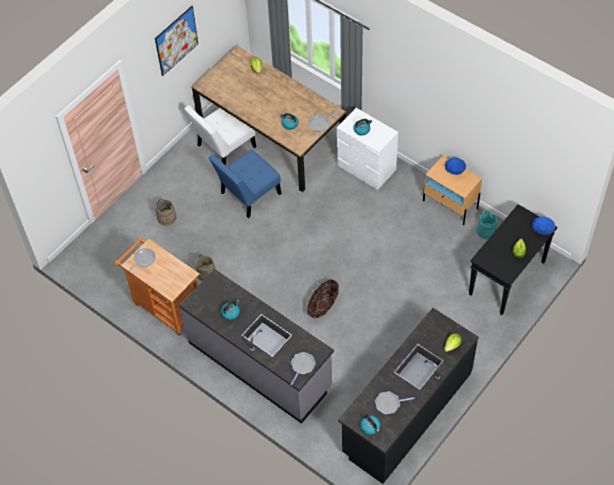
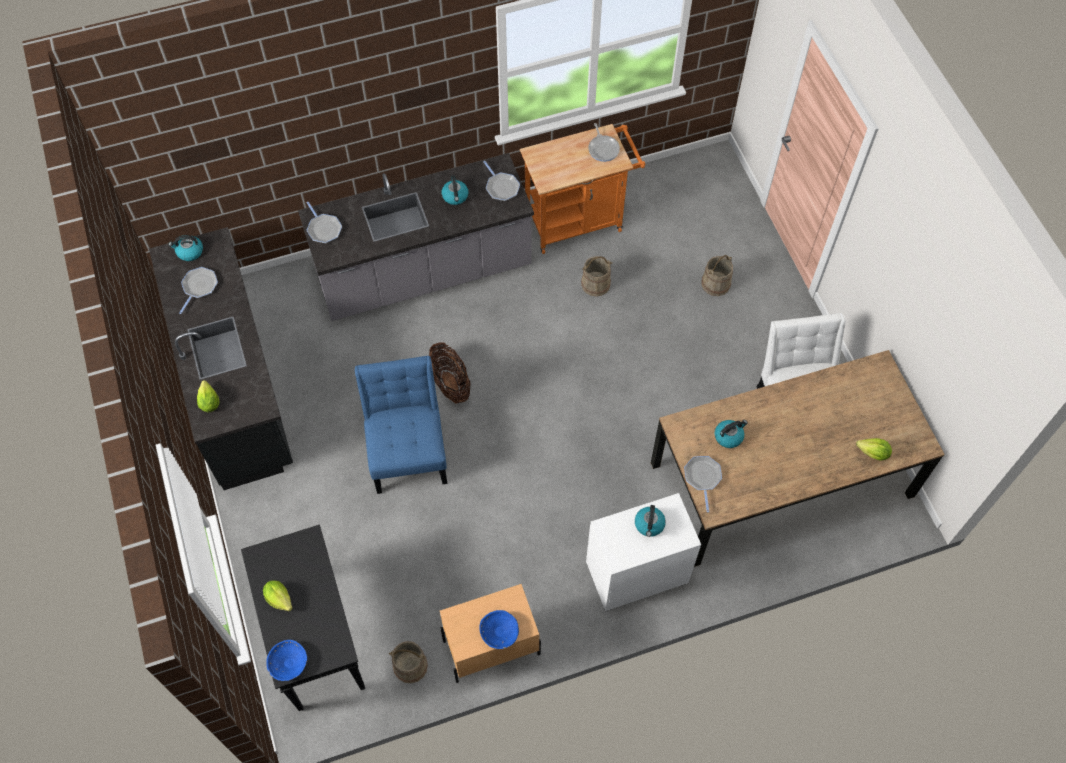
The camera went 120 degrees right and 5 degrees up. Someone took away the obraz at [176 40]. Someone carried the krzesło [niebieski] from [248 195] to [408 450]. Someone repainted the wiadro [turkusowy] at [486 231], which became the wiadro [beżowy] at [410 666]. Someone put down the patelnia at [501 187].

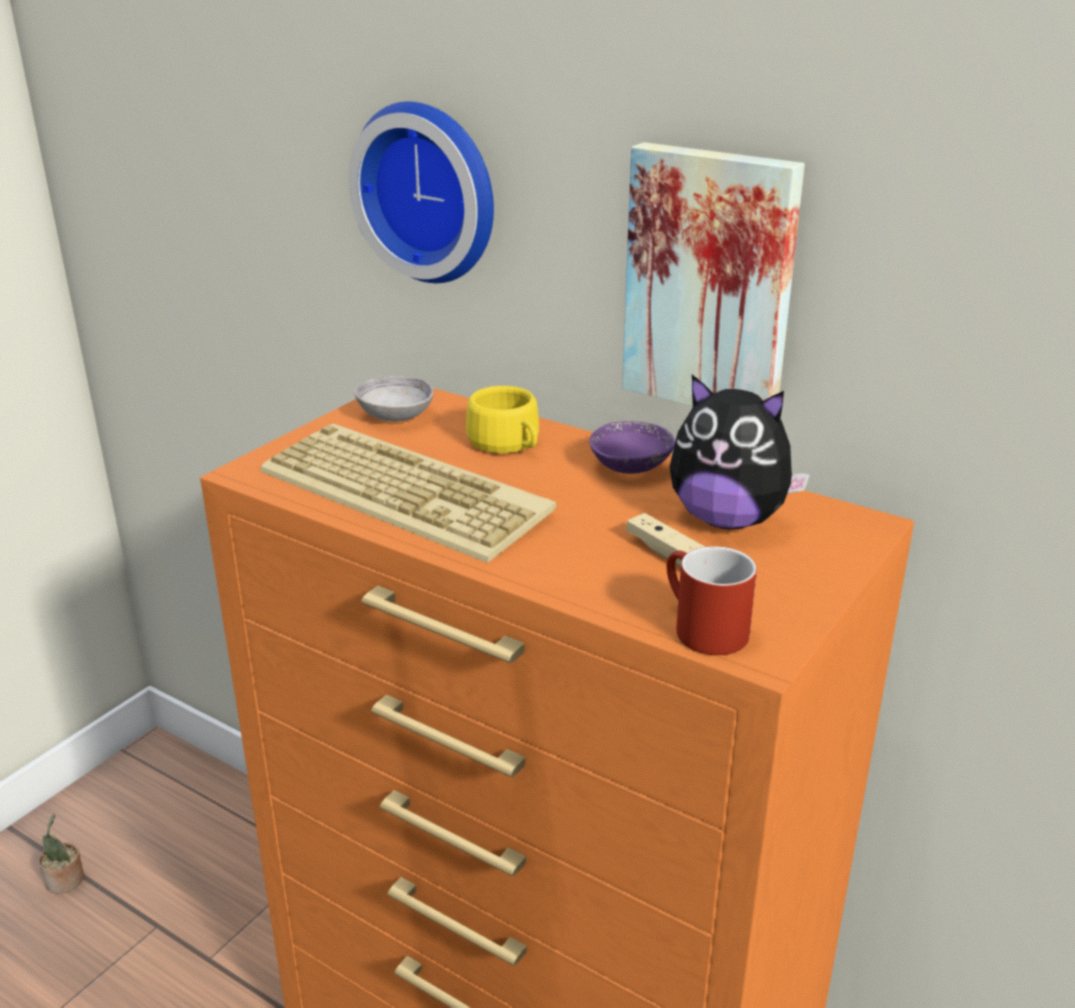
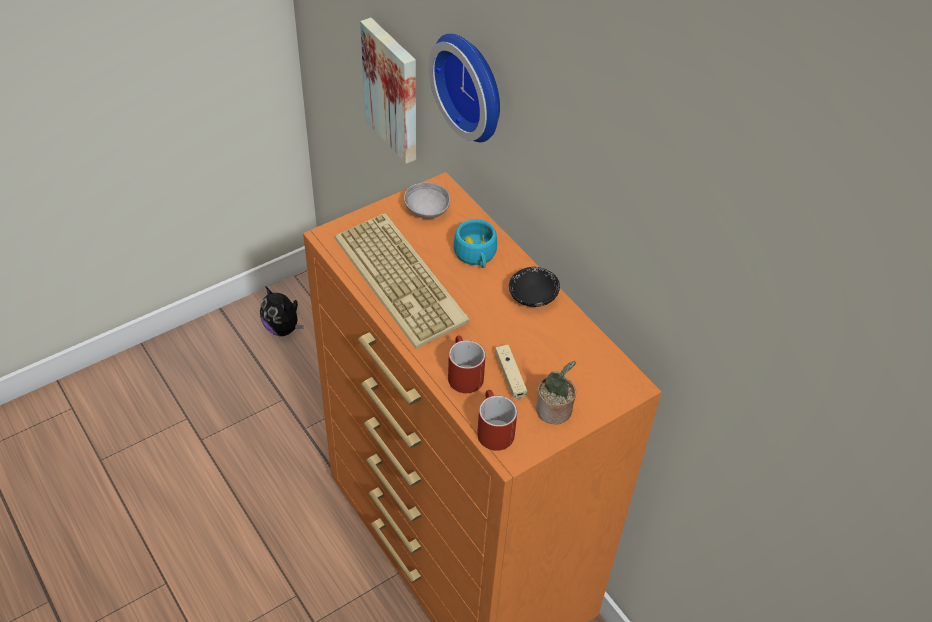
The camera went 20 degrees right and 20 degrees up. Someone carried the roślina doniczkowa from [66 881] to [554 411]. Someone repainted the filiżanka [żółty] at [508 444], which became the filiżanka [turkusowy] at [476 256]. Someone repainted the miska [fioletowy] at [630 467], which became the miska [czarny] at [533 297]. Someone carried the obraz from [711 281] to [394 90]. Someone carried the pluszak from [728 519] to [283 328]. Someone put down the kubek [czerwony] at [462 373].

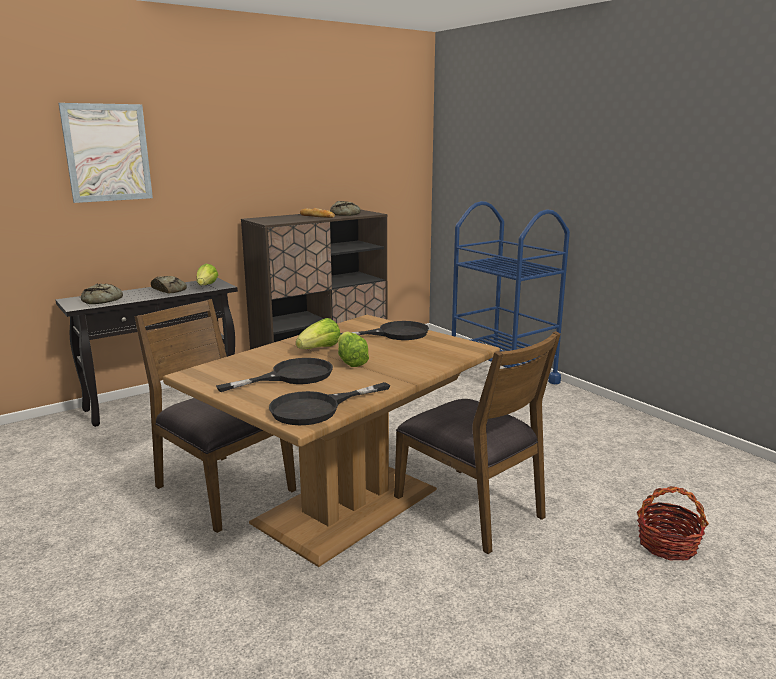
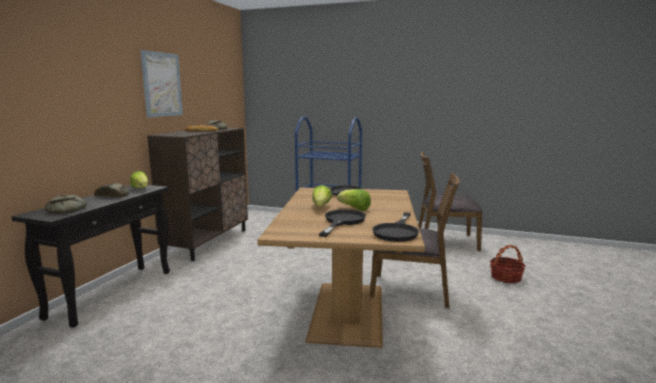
The camera went 35 degrees left and 5 degrees down. Someone carried the obraz from [107 153] to [162 84]. Someone carried the krzesło [brązowy] from [222 489] to [446 241].

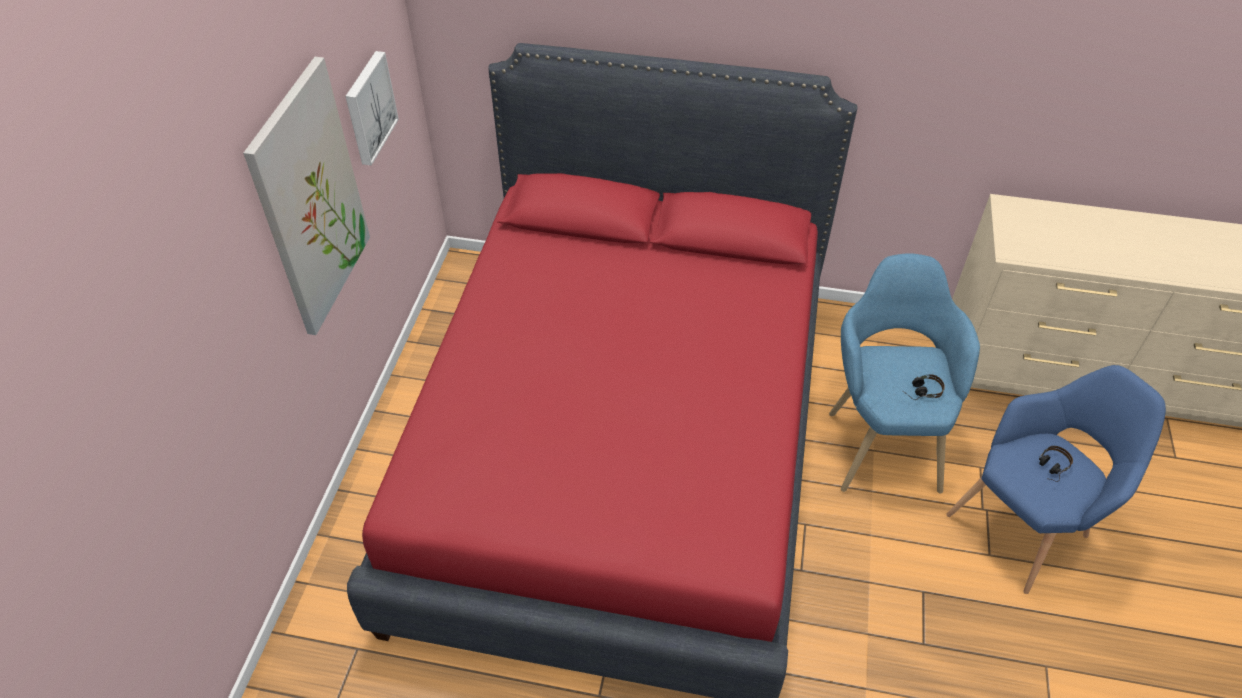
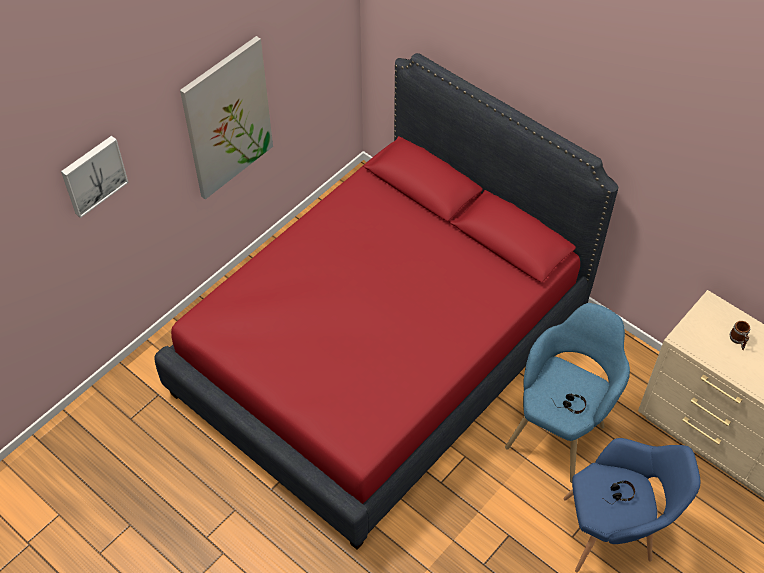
The camera went 30 degrees right and 5 degrees up. Someone carried the obraz from [368 107] to [93 175]. Someone put down the kubek at [738 340].

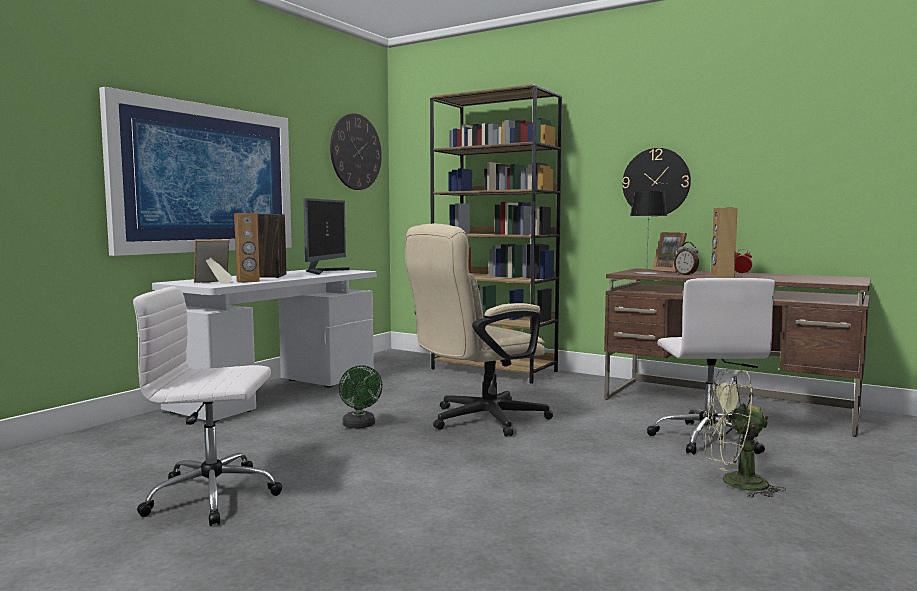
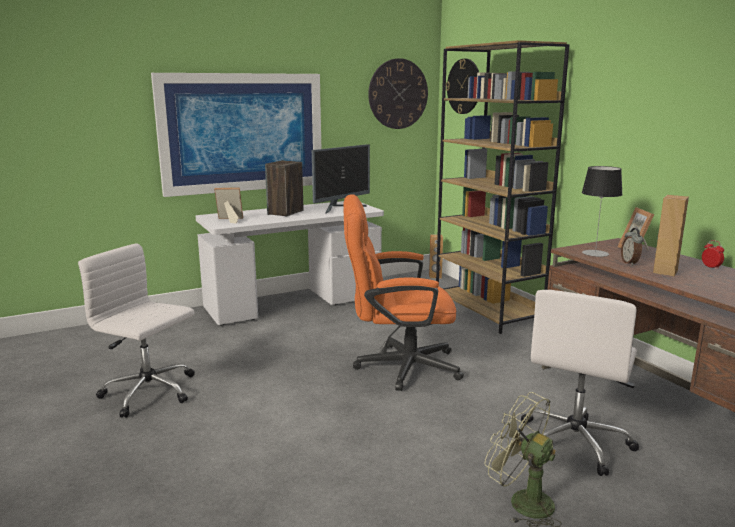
The camera went 30 degrees right and 10 degrees up. Someone carried the głośnik [brązowy] from [248 281] to [435 277]. Someone took away the wentylator [zielony] at [360 426]. Someone repainted the krzesło biurowe [beżowy] at [478 420], which became the krzesło biurowe [pomarańczowy] at [397 367]. Someone carried the zegar ścienny from [656 182] to [464 86].

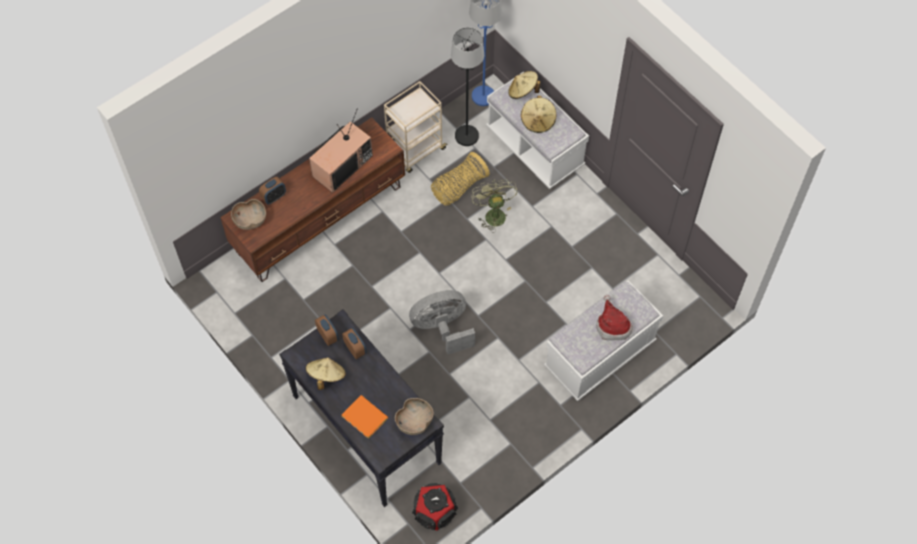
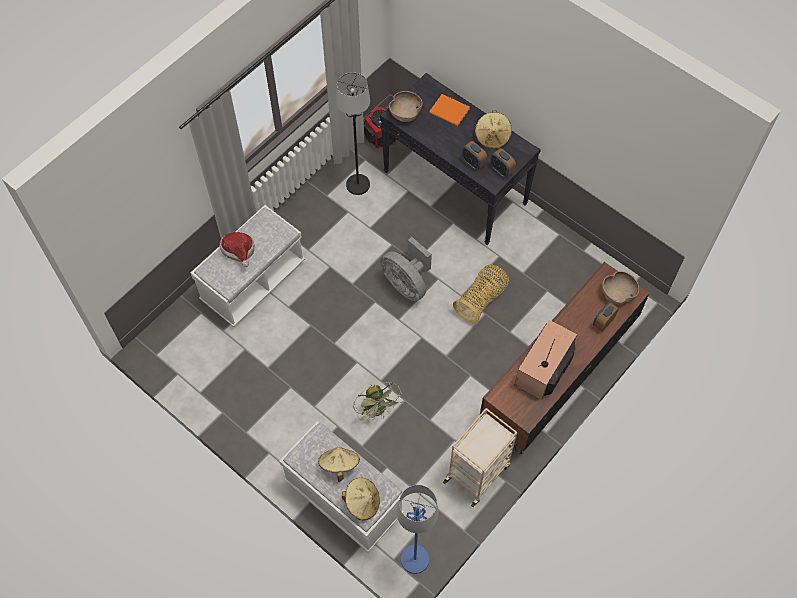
The camera went 170 degrees right and 0 degrees up. Someone rotated the wentylator [szary] at [442 328] by 75 degrees clockwise. Someone carried the koszyk from [458 188] to [481 299]. Someone carried the lampa stojąca [czarny] from [466 136] to [358 184].

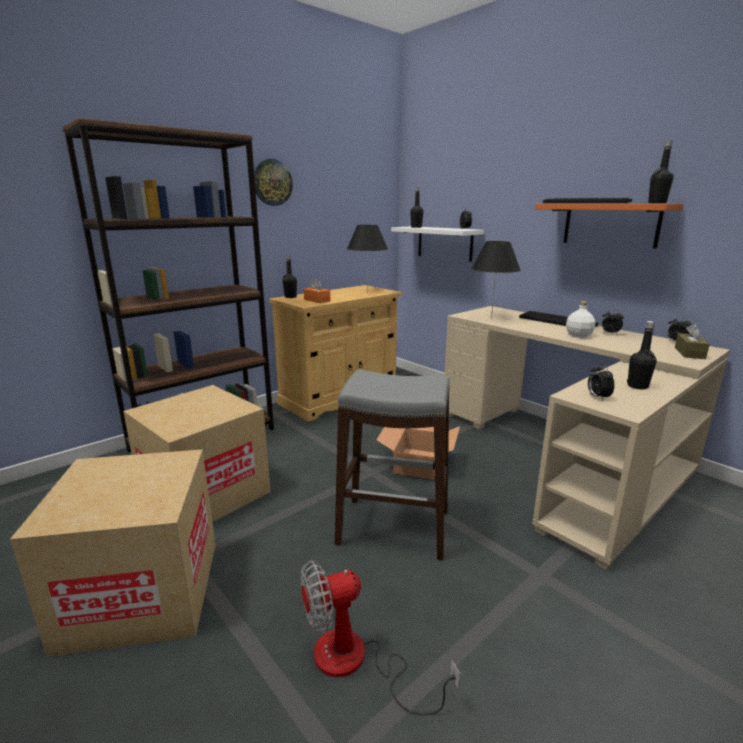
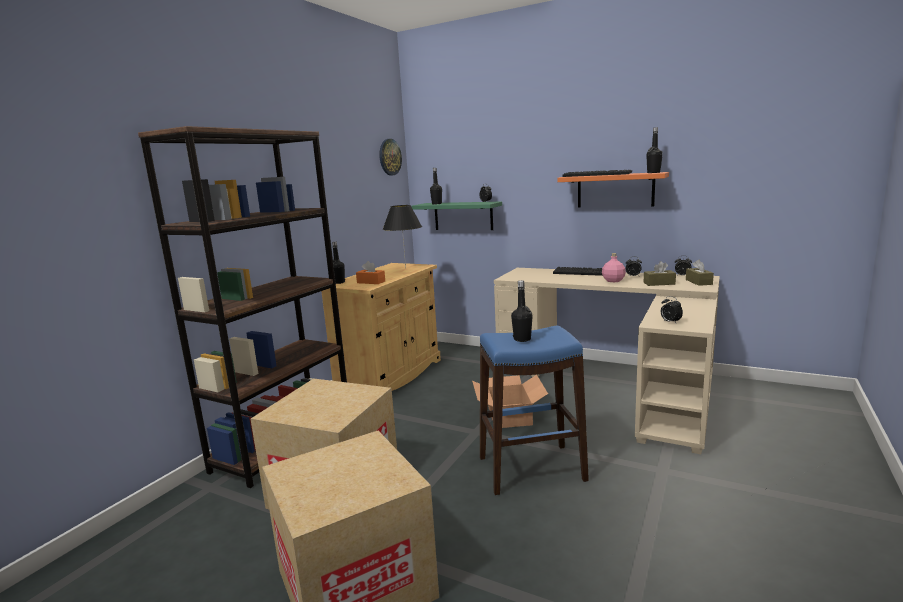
The camera went 20 degrees left and 5 degrees down. Someone carried the zegar ścienny from [272 182] to [389 157]. Someone took away the wentylator at [356 663]. Someone repainted the stołek [szary] at [393 527], which became the stołek [niebieski] at [531 469]. Someone repainted the półka [biały] at [444 243], which became the półka [zielony] at [463 216]. Someone took away the lampa stołowa [czarny] at [491 318]. Someone repainted the butelka [biały] at [579 335], which became the butelka [różowy] at [613 281]. Someone carried the butelka [czarny] from [637 386] to [522 339]. Someone put down the pudełko chusteczek [brązowy] at [659 283].

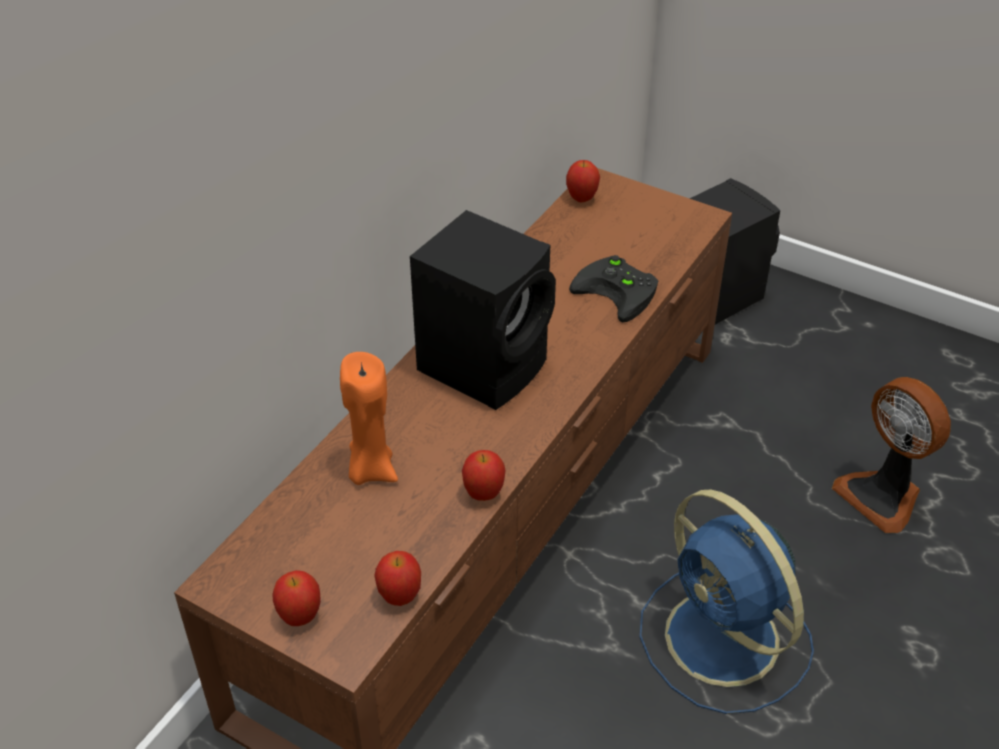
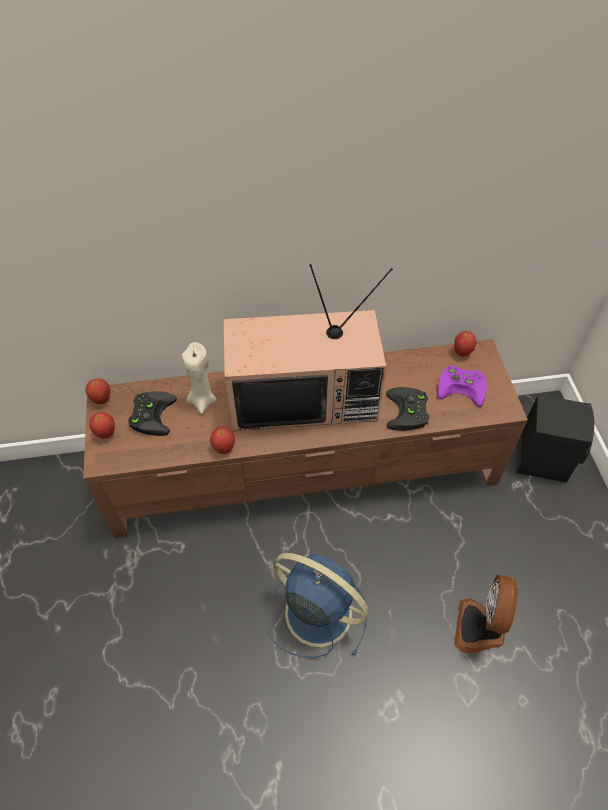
The camera went 50 degrees right and 10 degrees up. Someone repainted the świeca [pomarańczowy] at [370 469], which became the świeca [beżowy] at [202 400]. Someone carried the jabłko from [400 596] to [101 400]. Someone swapped the głośnik [czarny] at [486 364] for the telewizor at [304 395]. Someone rotated the wentylator [niebieski] at [725 642] by 105 degrees clockwise. Someone put down the pad do gier [czarny] at [151 414]. Someone put down the pad do gier [fioletowy] at [463 387].

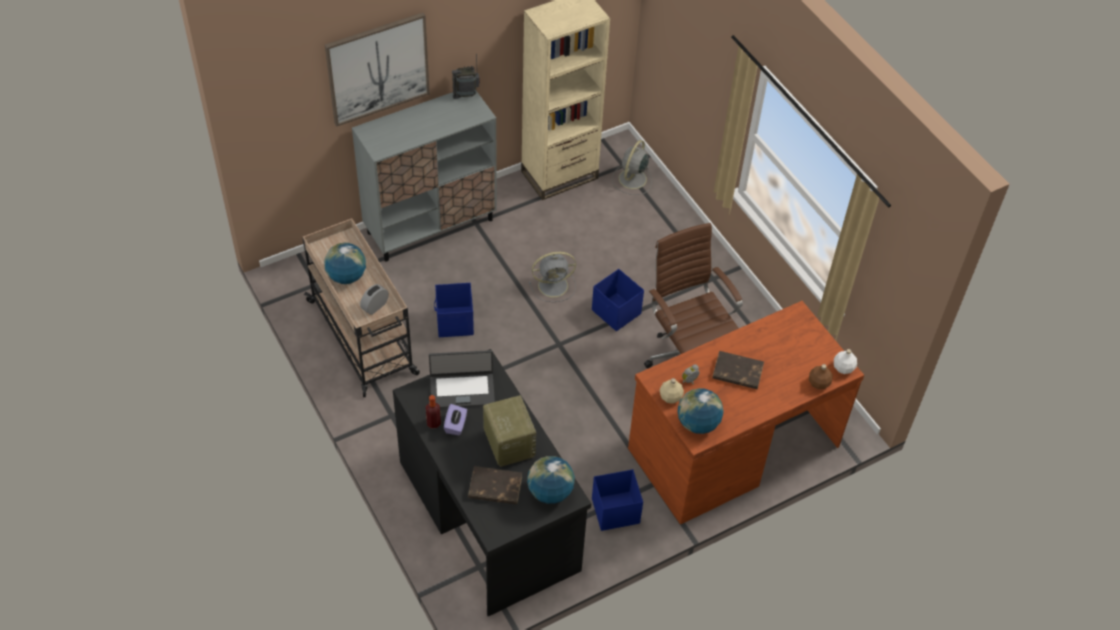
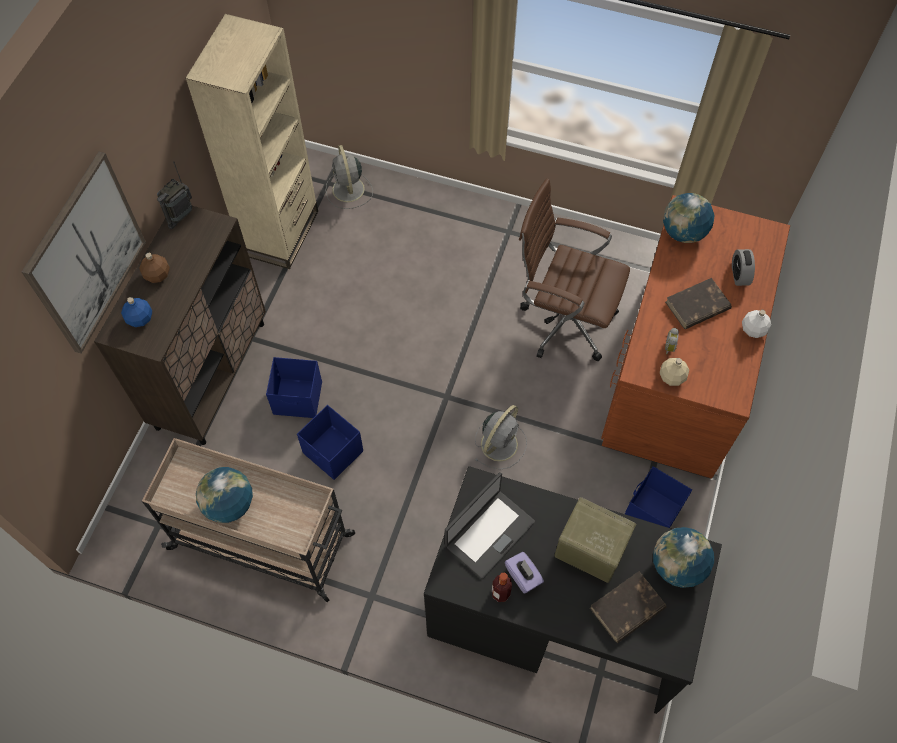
The camera went 40 degrees left and 10 degrees up. Someone repainted the szafka [szary] at [431 226], which became the szafka [brązowy] at [211 374]. Someone carried the budzik from [375 306] to [739 275]. Someone carried the wentylator [szary] from [554 285] to [500 443]. Someone carried the pojemnik do przechowywania [niebieski] from [616 312] to [298 399]. Someone carried the globus from [697 423] to [683 233]. Someone carried the butelka [brązowy] from [818 383] to [157 275]. Someone carried the butelka [biały] from [843 368] to [752 330]. Someone put down the butelka [niebieski] at [139 319].

